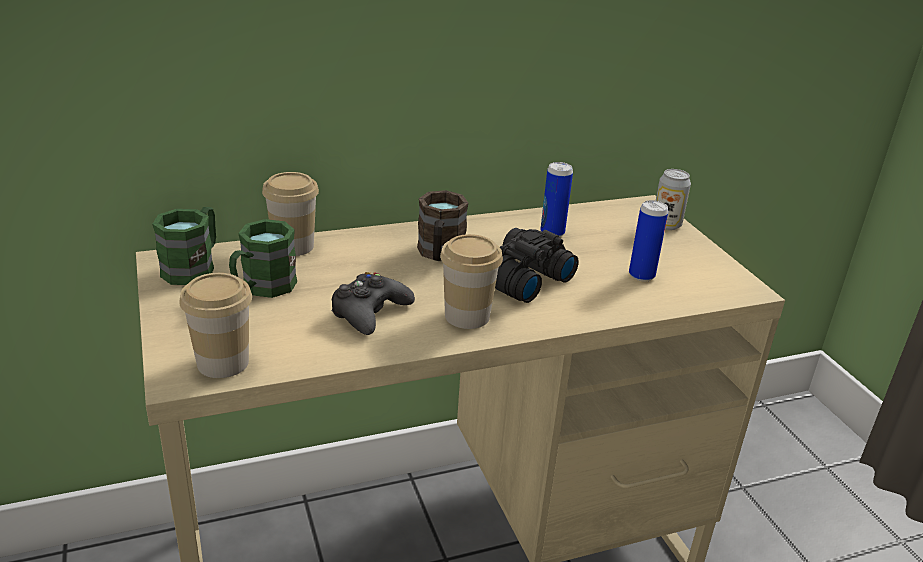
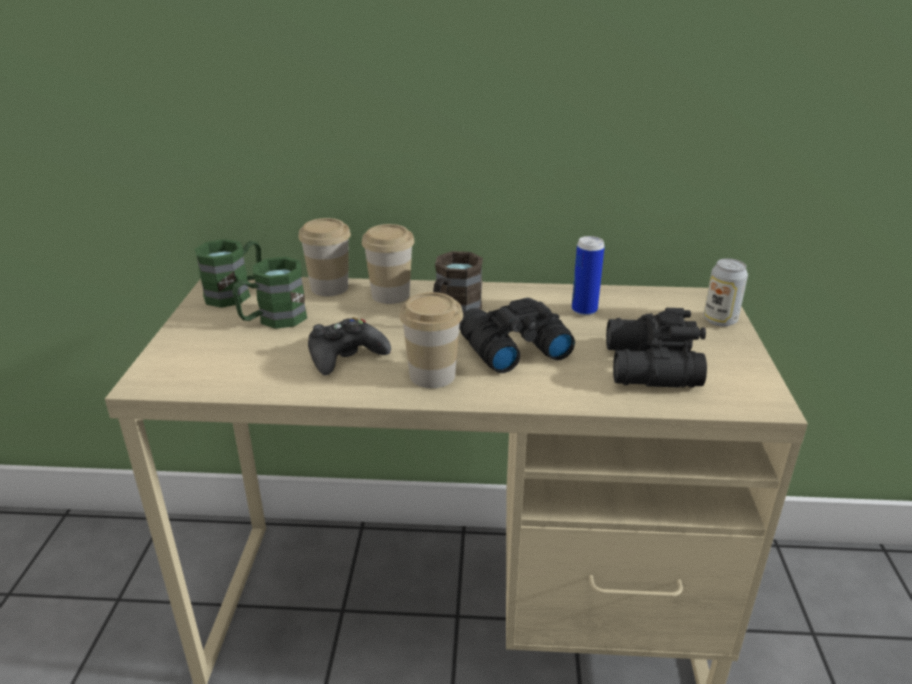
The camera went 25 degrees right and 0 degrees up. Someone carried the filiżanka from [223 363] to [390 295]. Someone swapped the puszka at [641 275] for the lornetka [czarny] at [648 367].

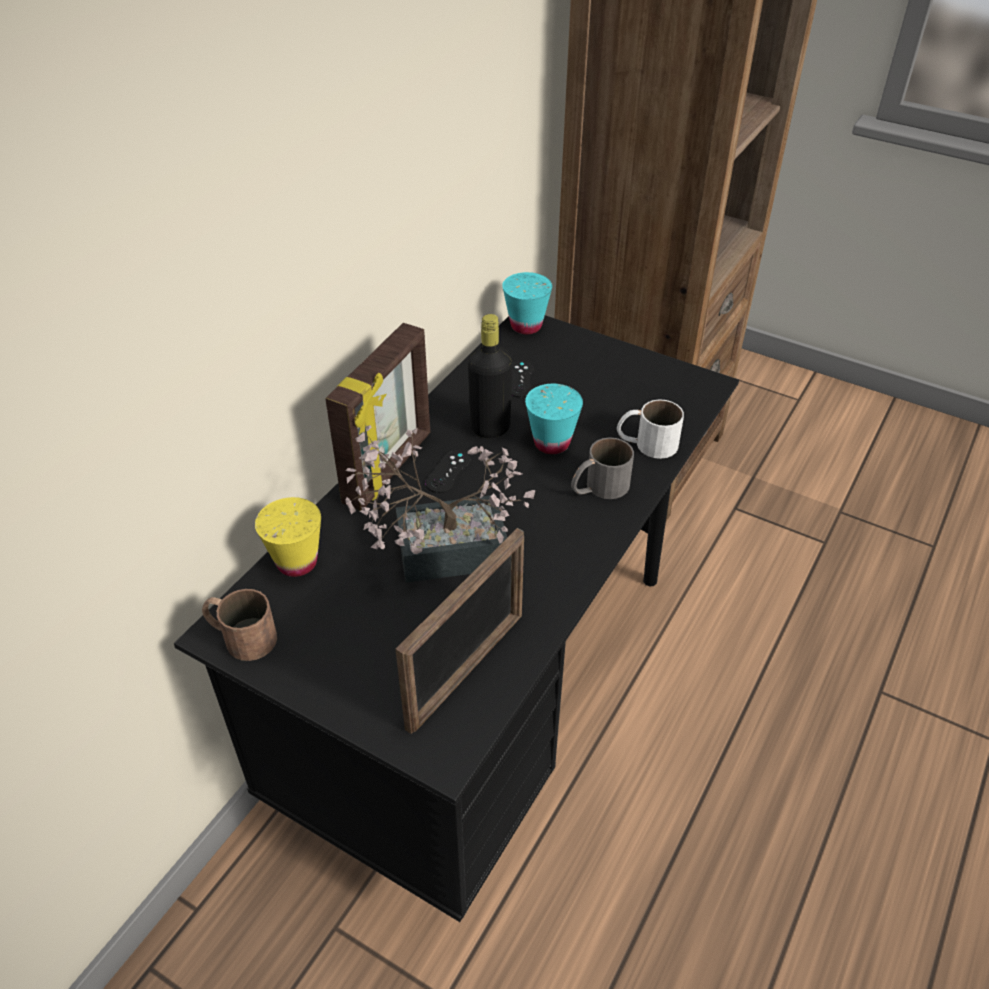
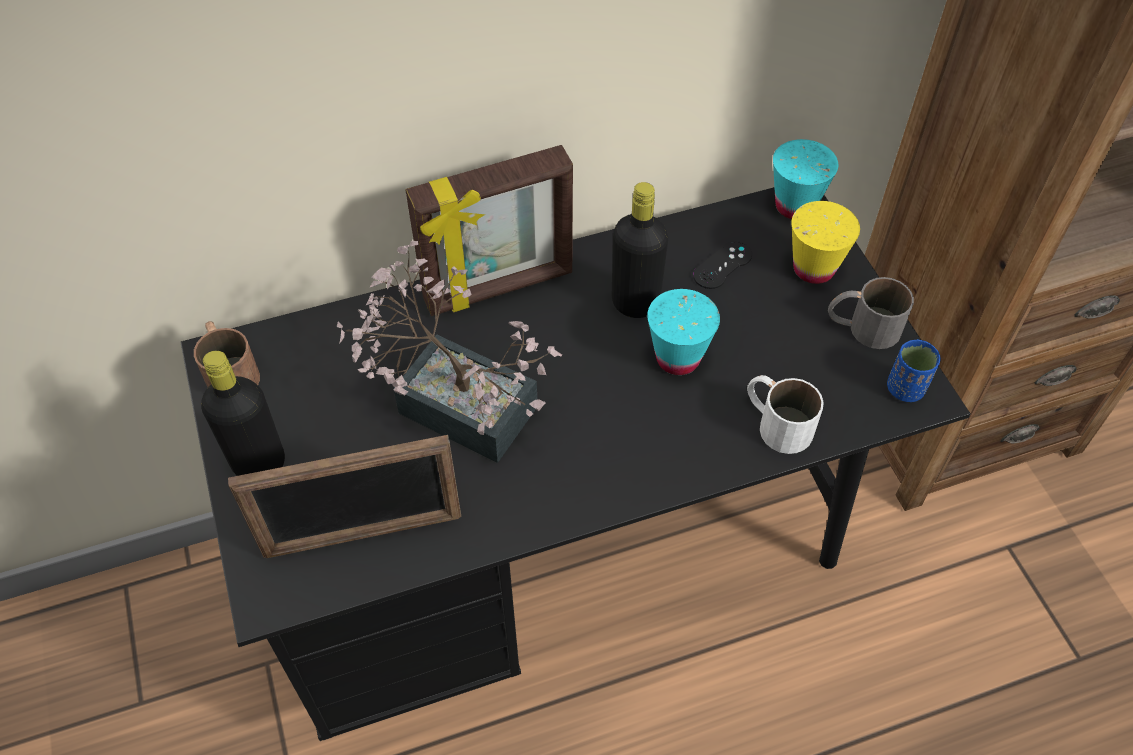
The camera went 40 degrees right and 10 degrees up. Someone carried the filiżanka [żółty] from [297 562] to [813 268]. Someone took away the pad do gier [czarny] at [448 472]. Someone carried the kubek [szary] from [598 487] to [862 327]. Someone put down the butelka [czarny] at [259 463]. Someone put down the filiżanka [niebieski] at [905 388].

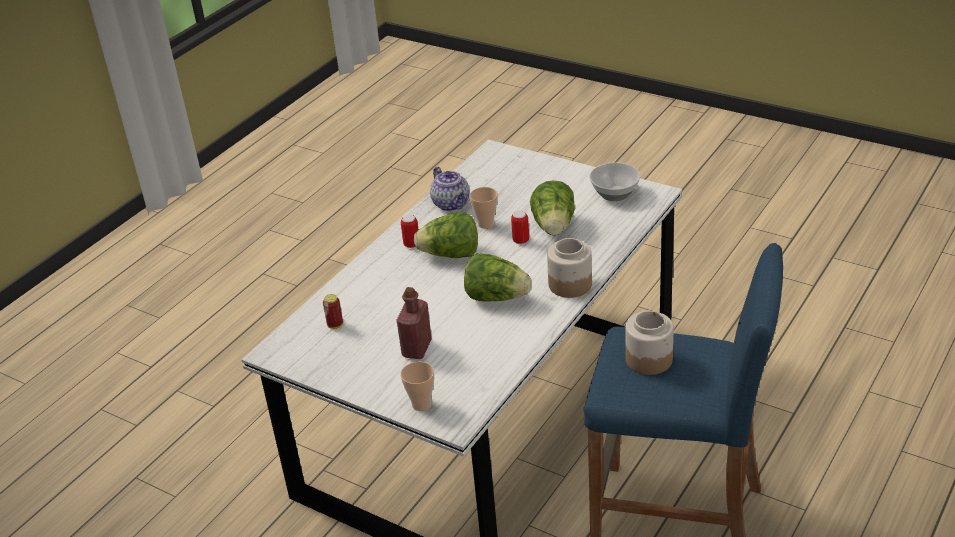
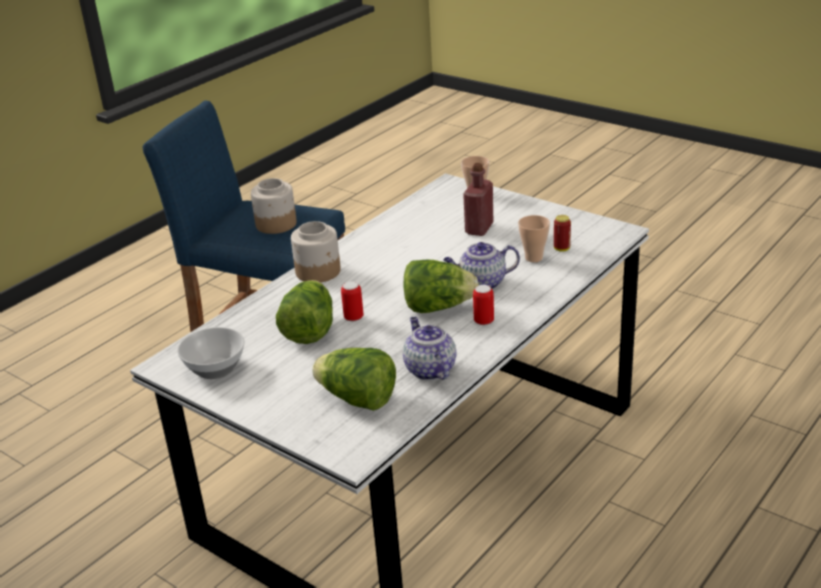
The camera went 175 degrees left and 5 degrees down. Someone carried the sałata from [496 297] to [357 399]. Someone carried the filiżanka from [486 224] to [534 258]. Someone put down the imbryk at [481 283].

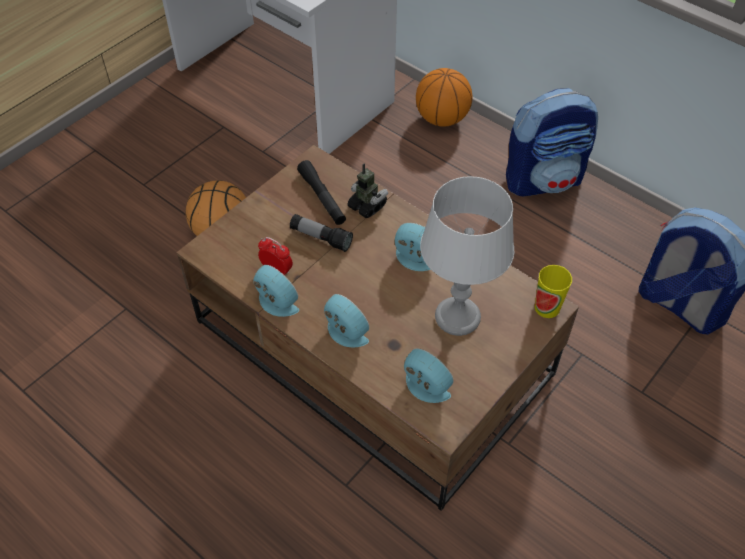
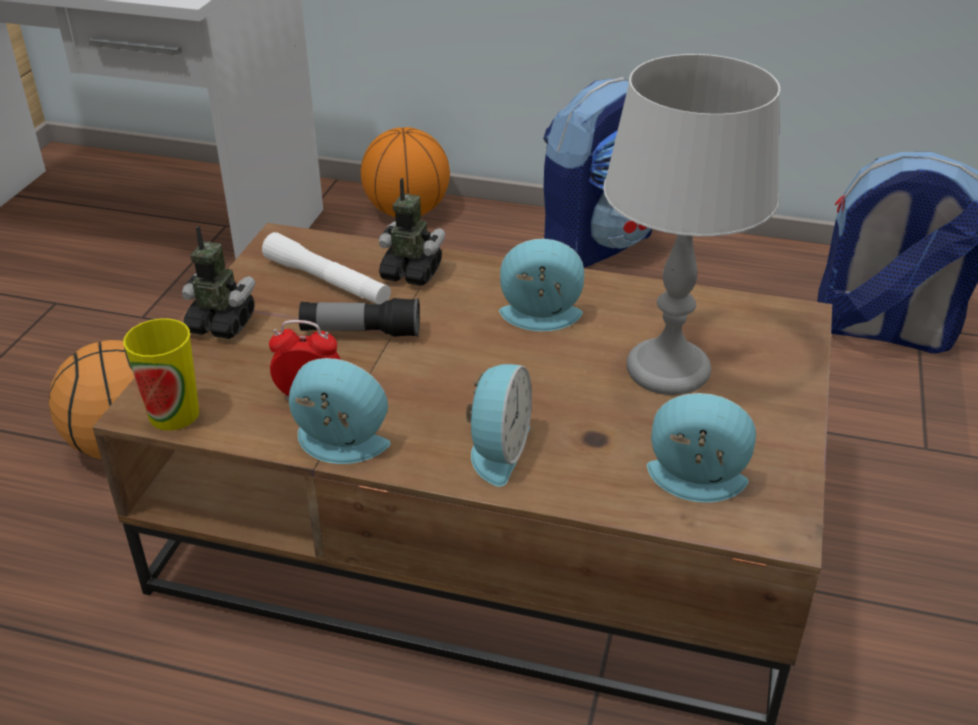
The camera went 25 degrees left and 15 degrees down. Someone repainted the latarka [czarny] at [322 198], which became the latarka [biały] at [327 281]. Someone rotated the budzik at [344 334] by 90 degrees clockwise. Someone carried the filiżanka from [547 307] to [174 414]. Someone put down the robot zabawkowy at [221 324].

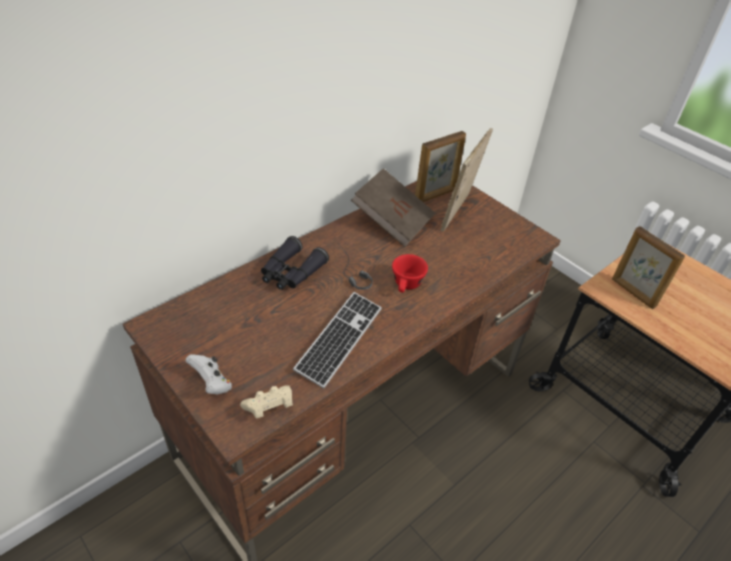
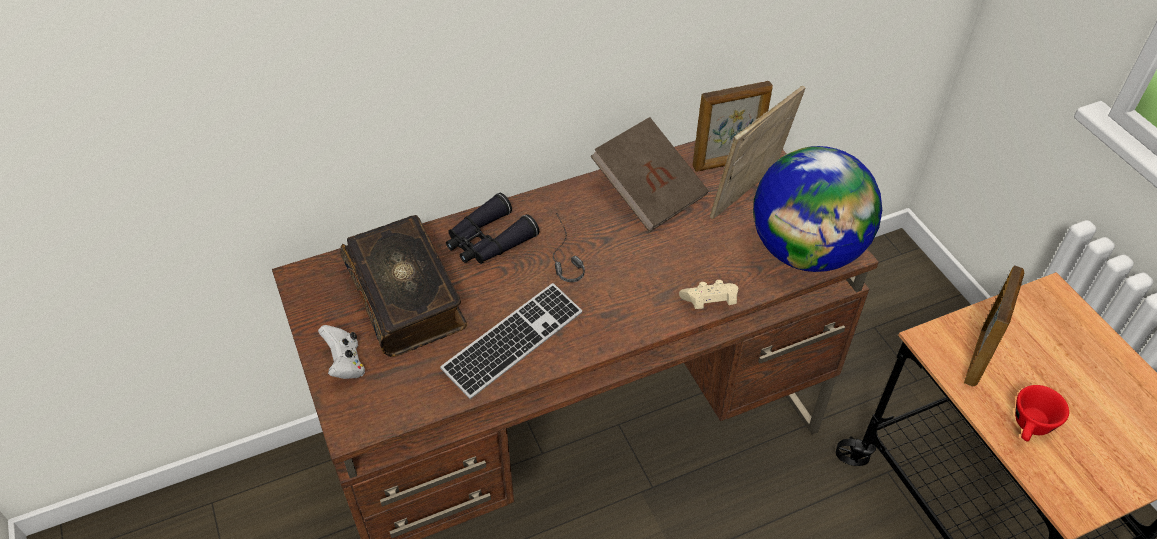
The camera went 20 degrees right and 5 degrees up. Someone carried the pad do gier [beżowy] from [269 407] to [709 303]. Someone carried the filiżanka [czerwony] from [406 286] to [1030 427]. Someone rotated the ramka na zdjęcie at [633 293] by 135 degrees counterclockwise. Someone put down the książka at [406 296]. Someone put down the globus at [806 251].

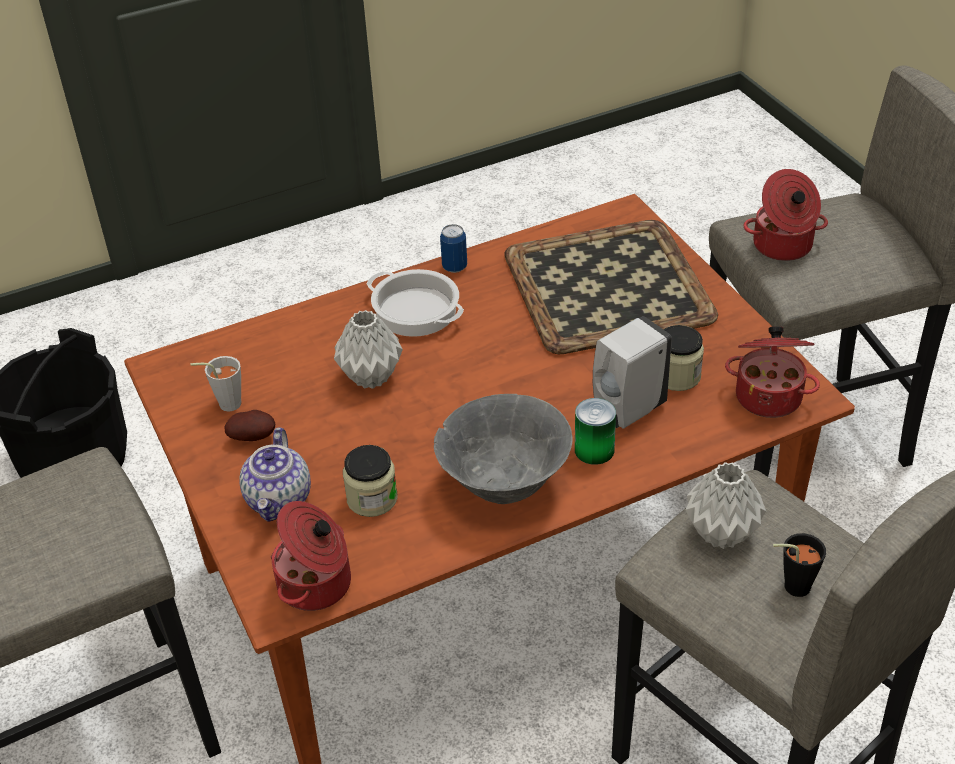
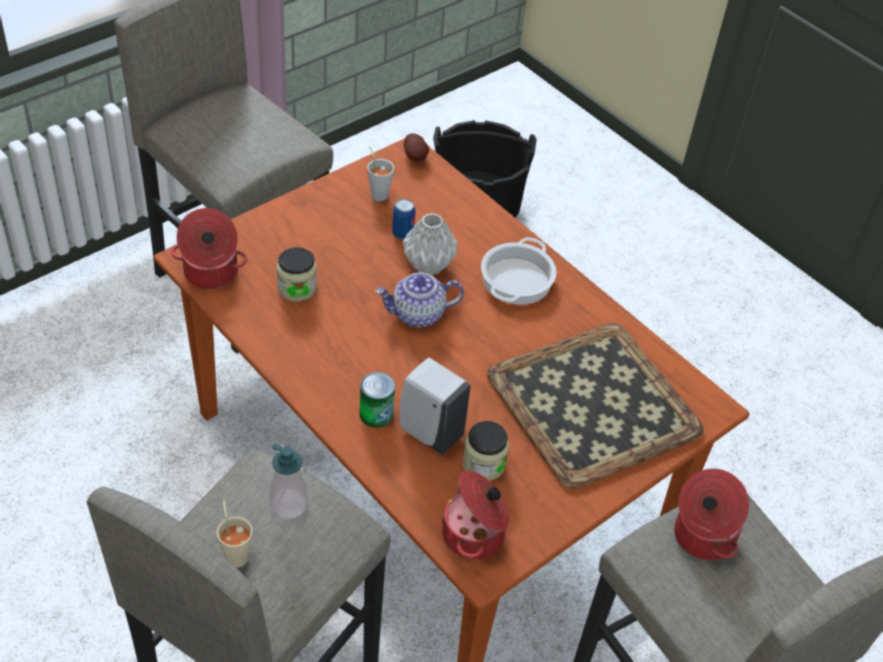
The camera went 70 degrees right and 5 degrees up. Someone carried the ziemniak from [254 437] to [416 157]. Someone carried the imbryk from [279 500] to [417 315]. Someone took away the miska [szary] at [504 485]. Someone carried the puszka from [454 267] to [402 234]. Someone swapped the wazon [szary] at [723 534] for the dozownik mydła at [288 504]. Someone repainted the filiżanka [czarny] at [791 586], which became the filiżanka [beżowy] at [236 553].

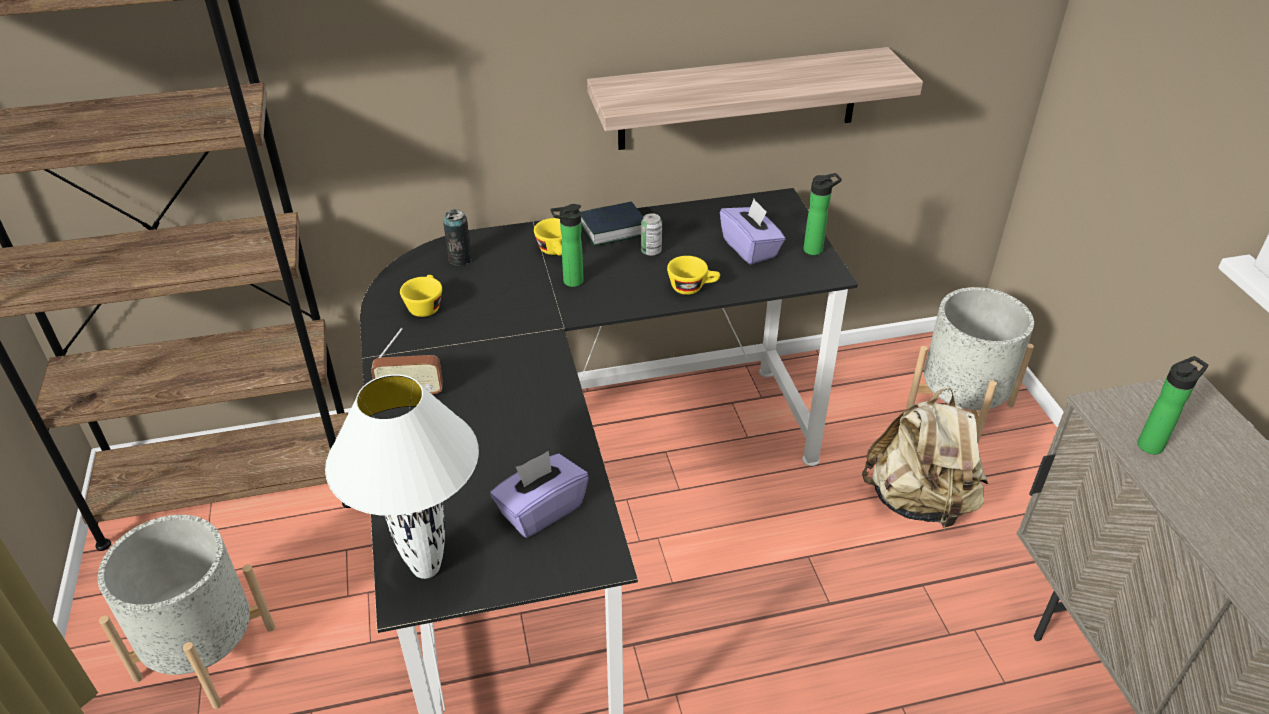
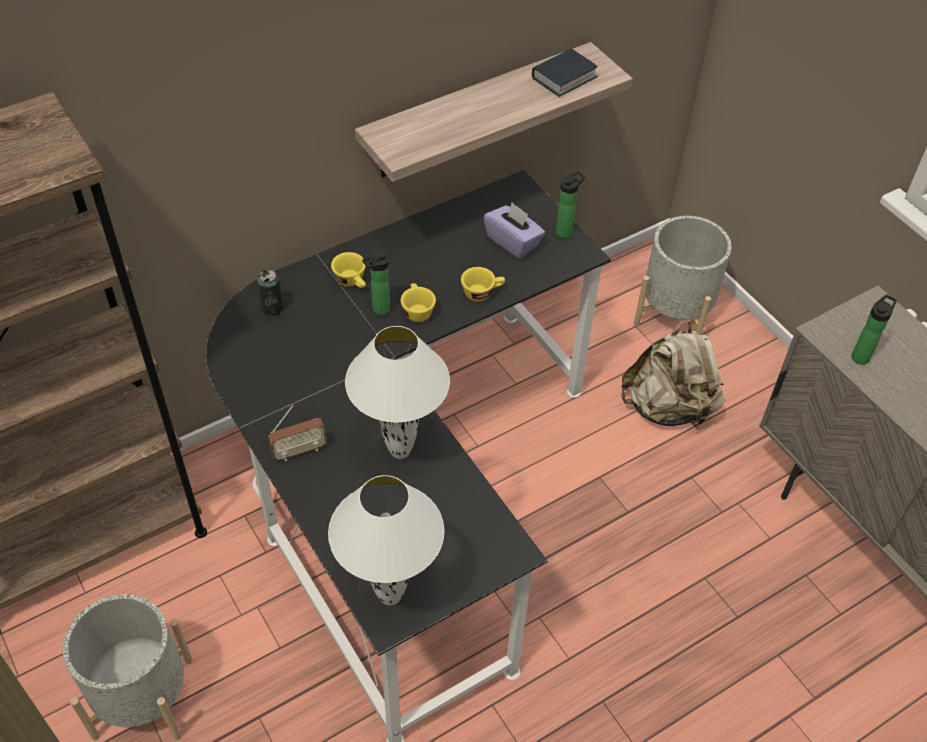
The camera went 20 degrees left and 10 degrees up. Someone carried the filiżanka [żółty] from [425 305] to [416 310]. Someone took away the pudełko chusteczek [fioletowy] at [541 510]. Someone carried the książka from [612 229] to [564 78]. Someone took away the puszka at [651 251]. Someone put down the lampa stołowa [biały] at [400 451].

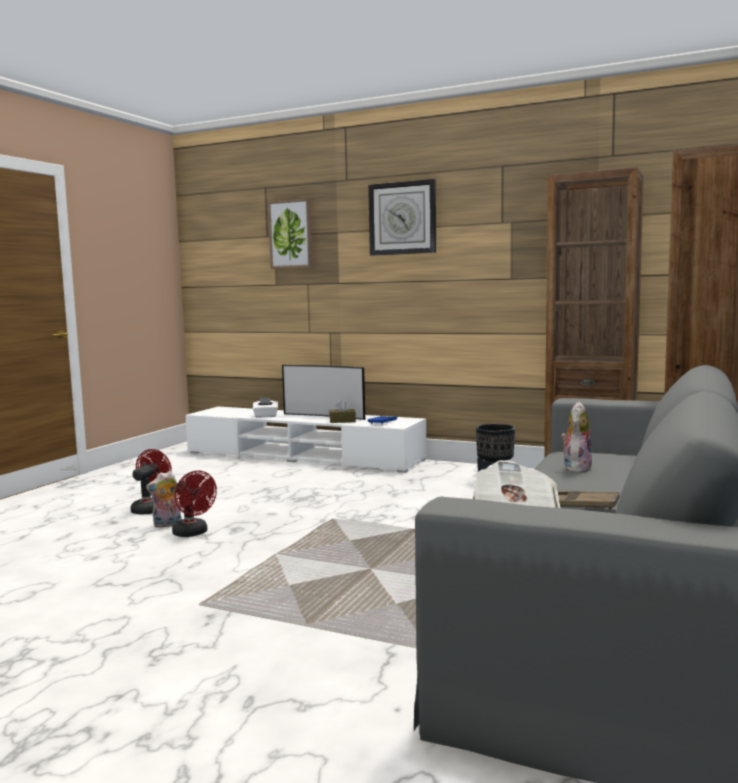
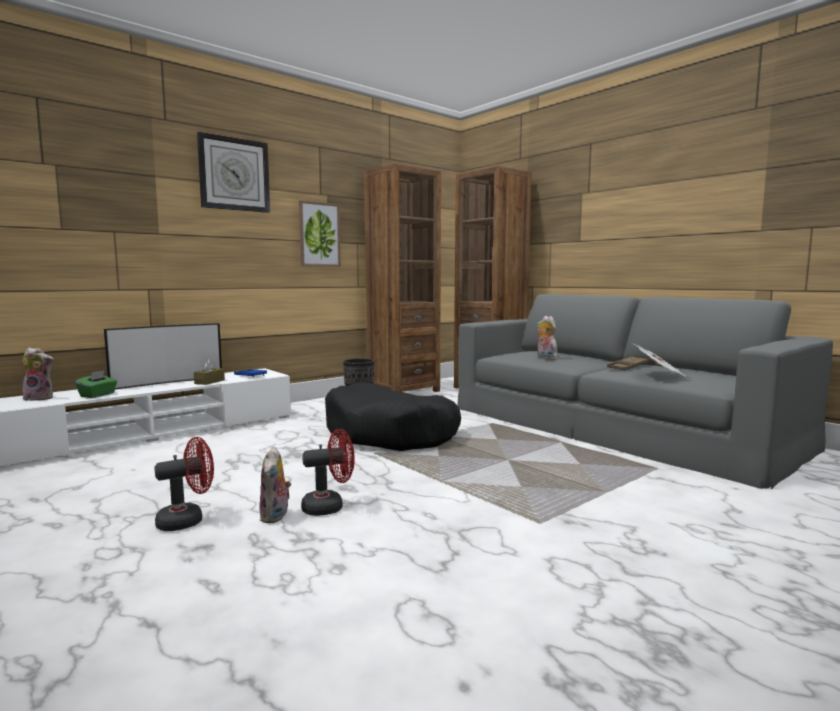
The camera went 65 degrees left and 0 degrees up. Someone rotated the wentylator [czerwony] at [150 508] by 105 degrees clockwise. Someone repainted the pudełko chusteczek [biały] at [265 416], which became the pudełko chusteczek [zielony] at [98 395]. Someone carried the obraz from [291 234] to [319 234]. Someone put down the pluszak at [40 398]. Someone put down the legowisko [czarny] at [391 435].

